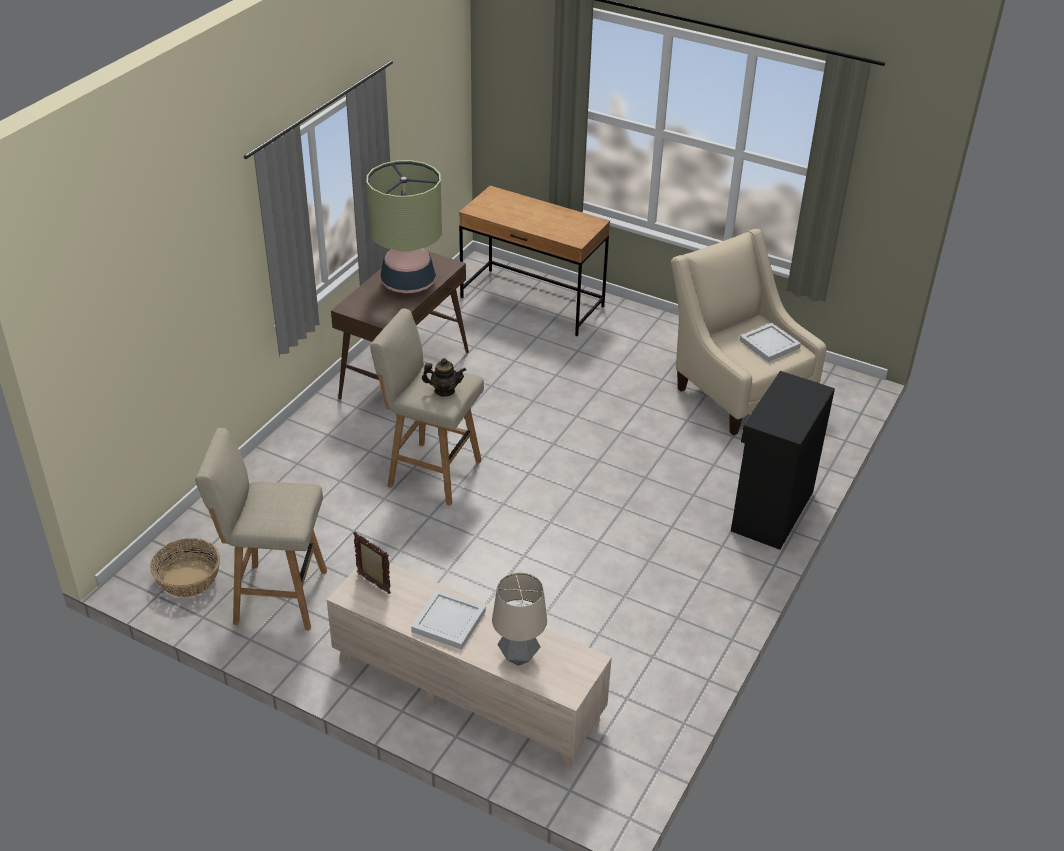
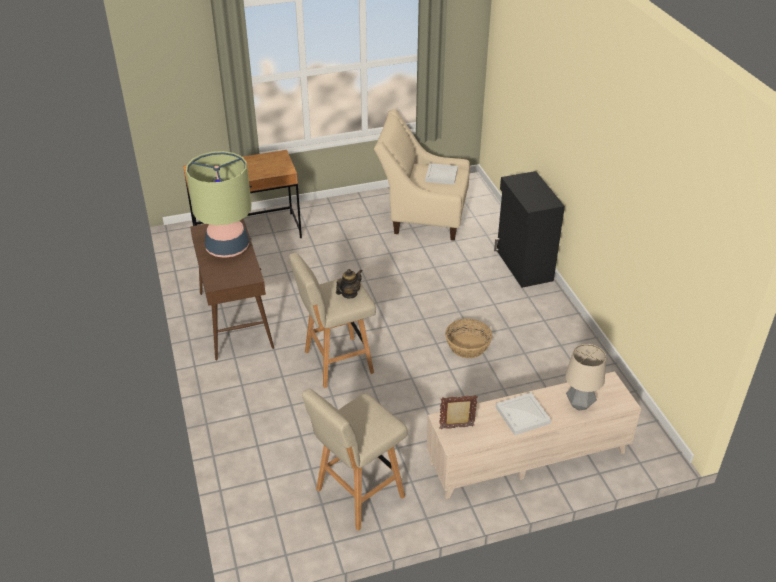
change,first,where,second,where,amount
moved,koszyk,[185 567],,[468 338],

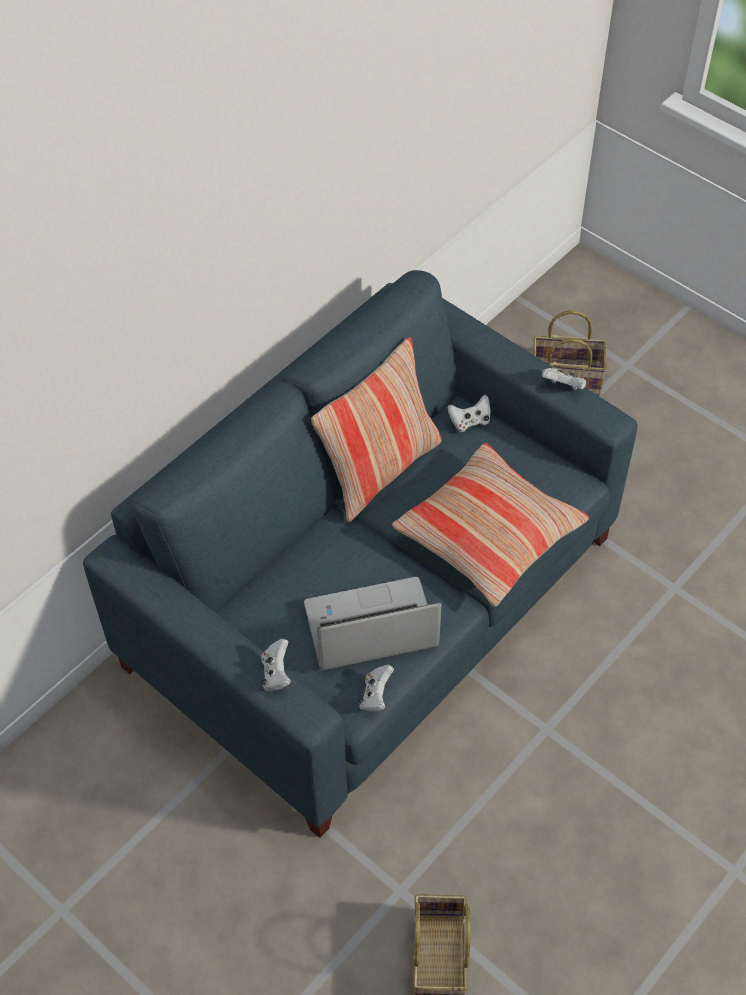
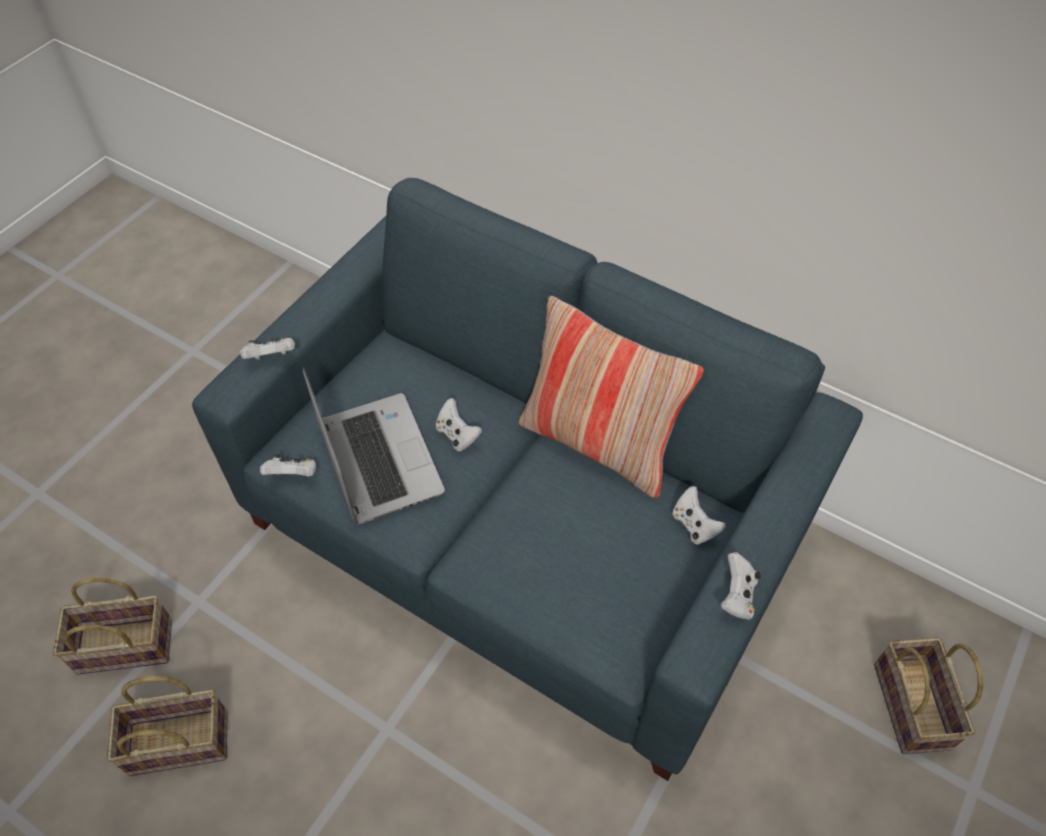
change,first,where,second,where,amount
removed,poduszka,[490 525],,,
added,,,pad do gier/biały,[459 424],
added,,,koszyk,[167 726],

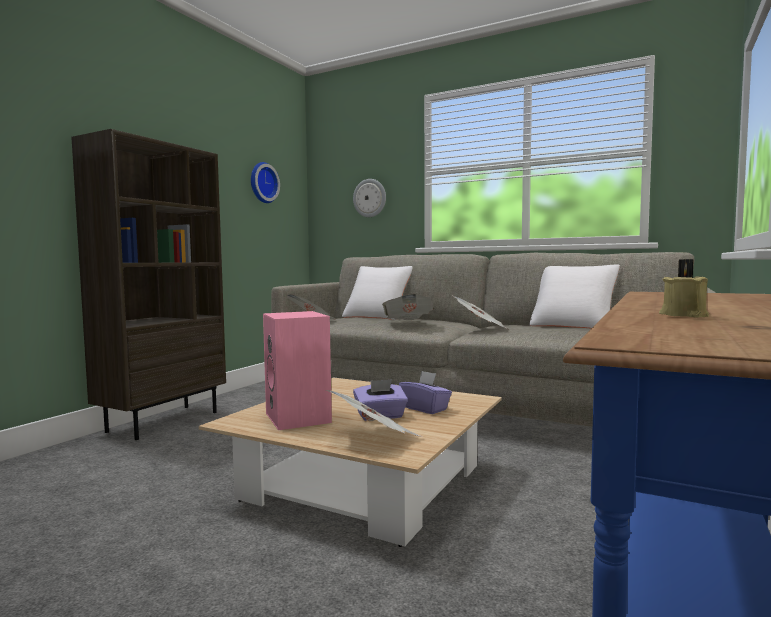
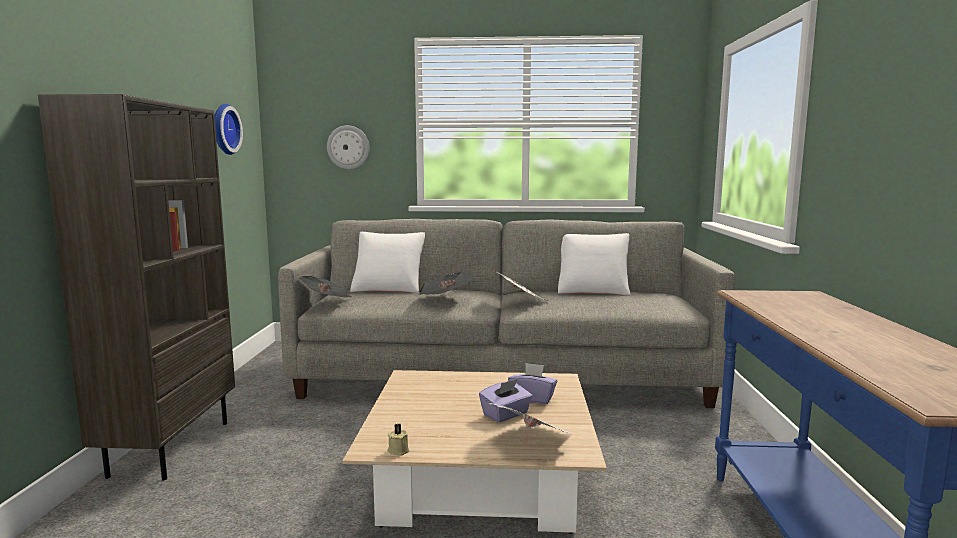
change,first,where,second,where,amount
moved,świeca/beżowy,[684 288],,[398 440],
removed,głośnik/różowy,[297 370],,,

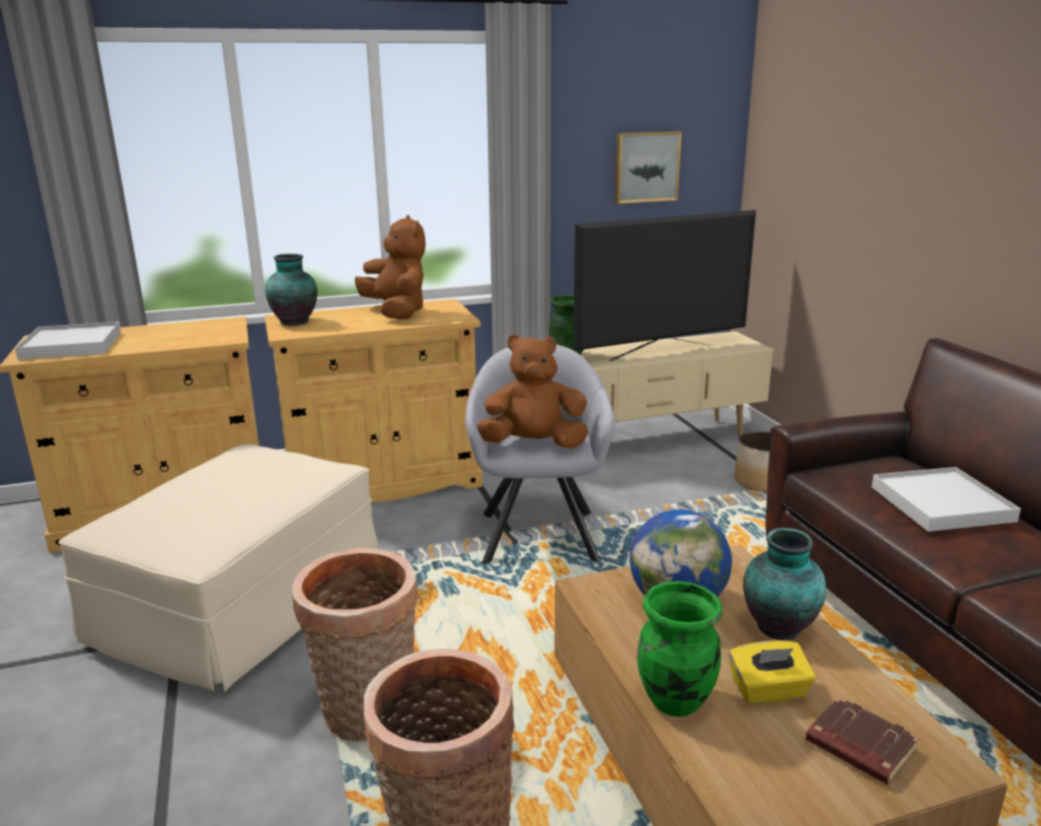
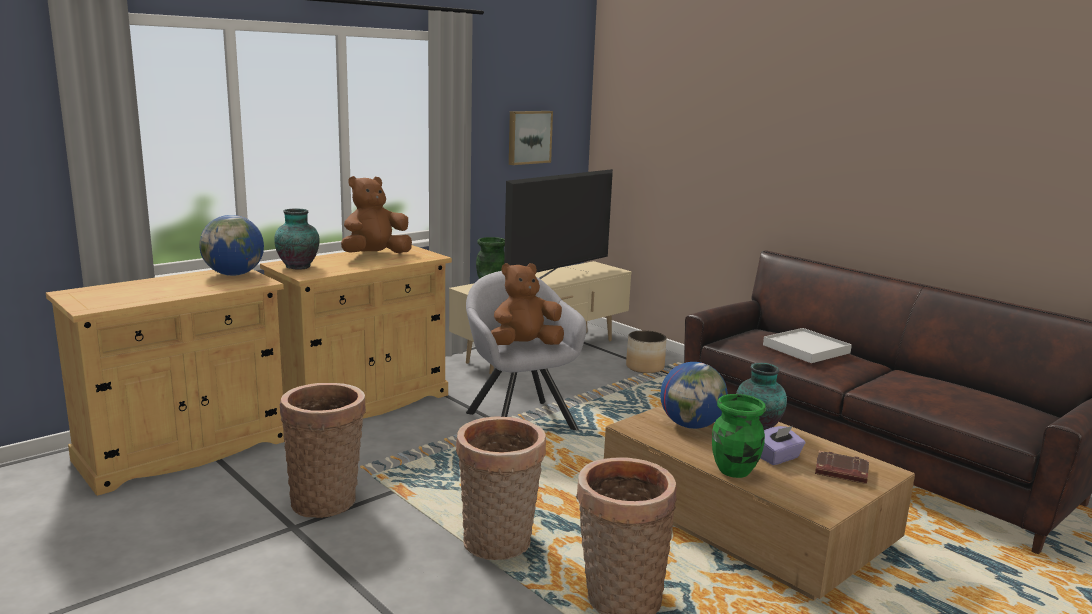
change,first,where,second,where,amount
turned,pluszak/brązowy,[390 267],,[376 214],75 degrees counterclockwise
removed,taca/biały,[68 341],,,
replaced,pufa/beżowy,[218 568],koszyk,[323 450],
recoloured,pudełko chusteczek/żółty,[772 672],pudełko chusteczek/fioletowy,[782 445],
added,,,globus,[231 245],

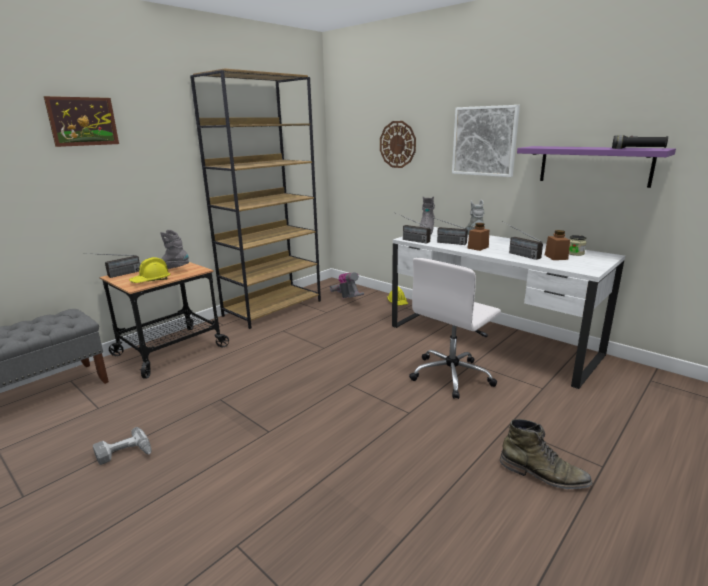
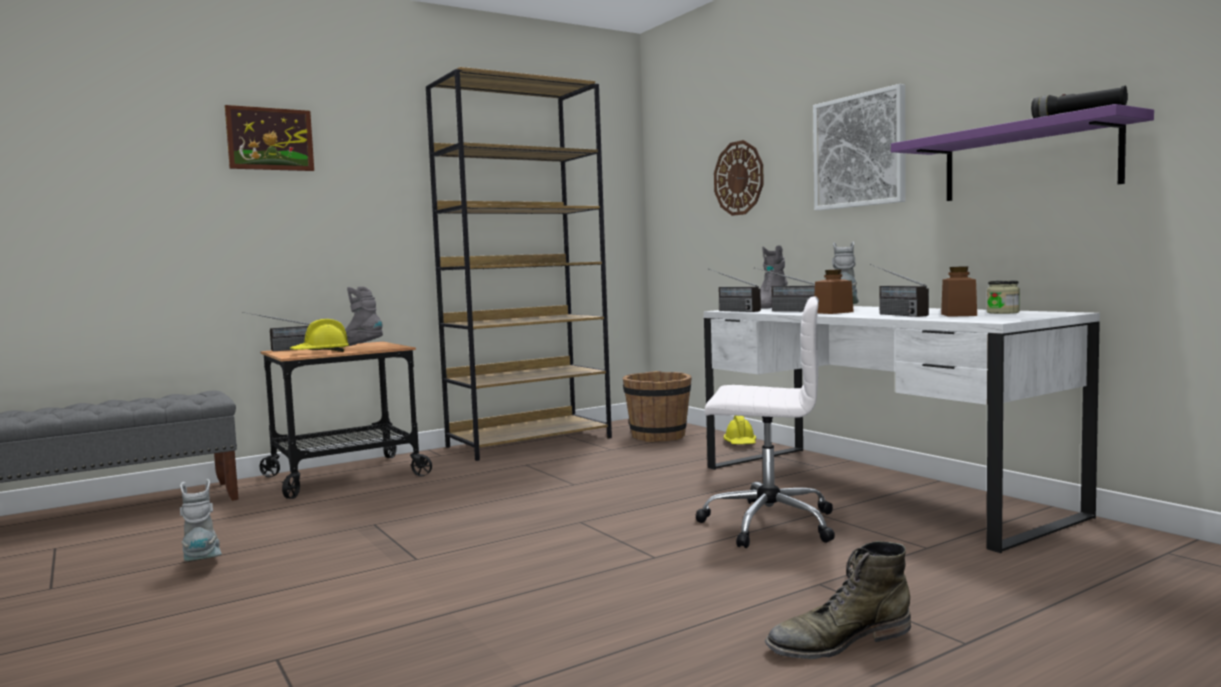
change,first,where,second,where,amount
turned,krzesło biurowe/biały,[455 328],,[765 422],135 degrees counterclockwise
replaced,odkurzacz,[347 285],wiadro/brązowy,[657 406],
turned,but z cholewką/zielony,[546 454],,[838 600],120 degrees clockwise
replaced,wiertarka,[122 446],but z cholewką/szary,[201 520],

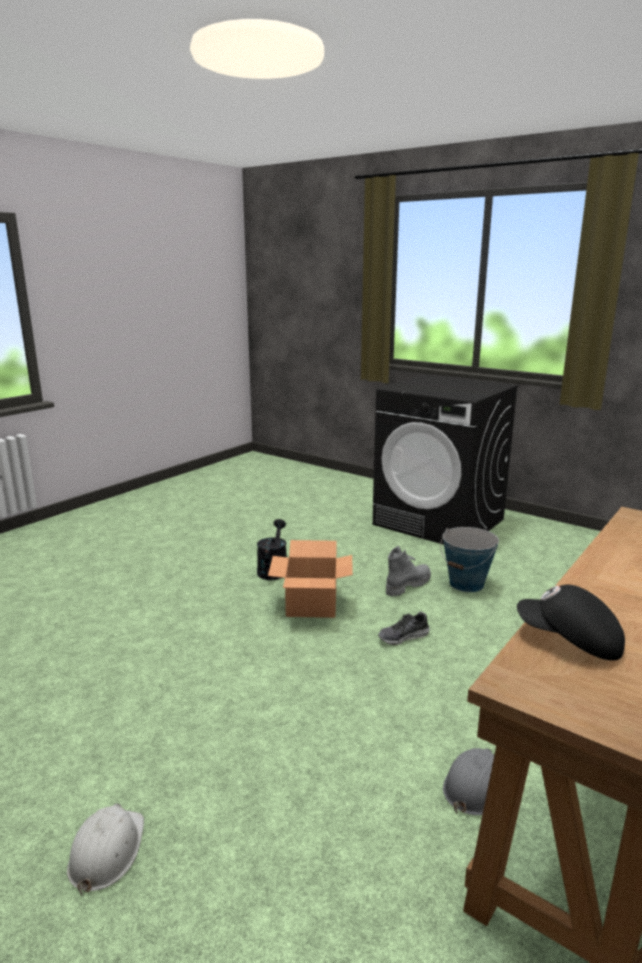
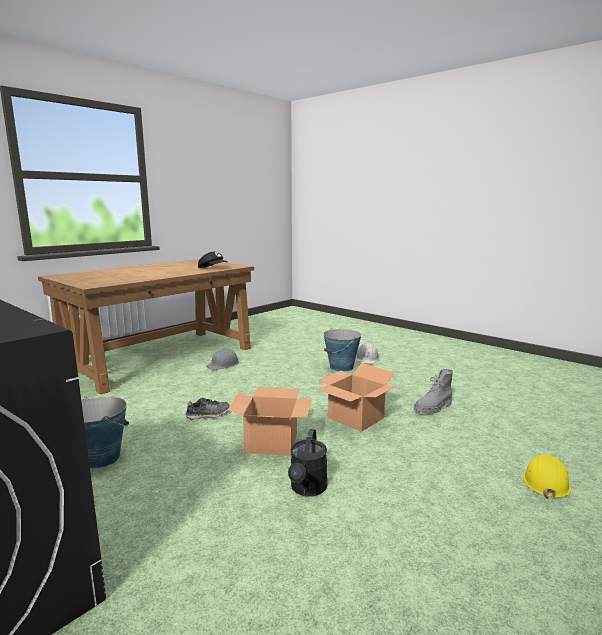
change,first,where,second,where,amount
moved,but z cholewką/szary,[408 571],,[433 391],
added,,,wiadro,[342 350],
added,,,karton,[356 397],
added,,,kask/żółty,[547 476],

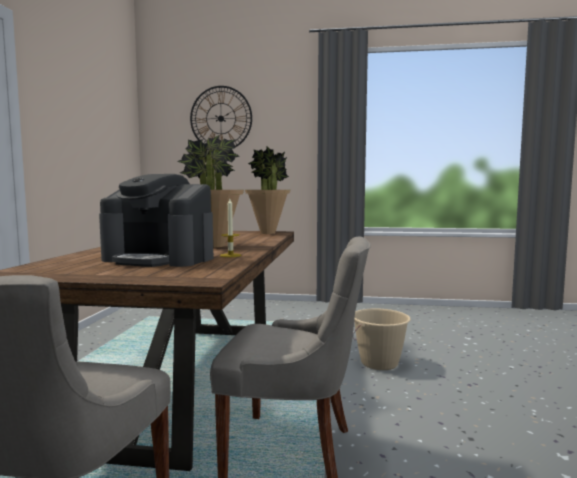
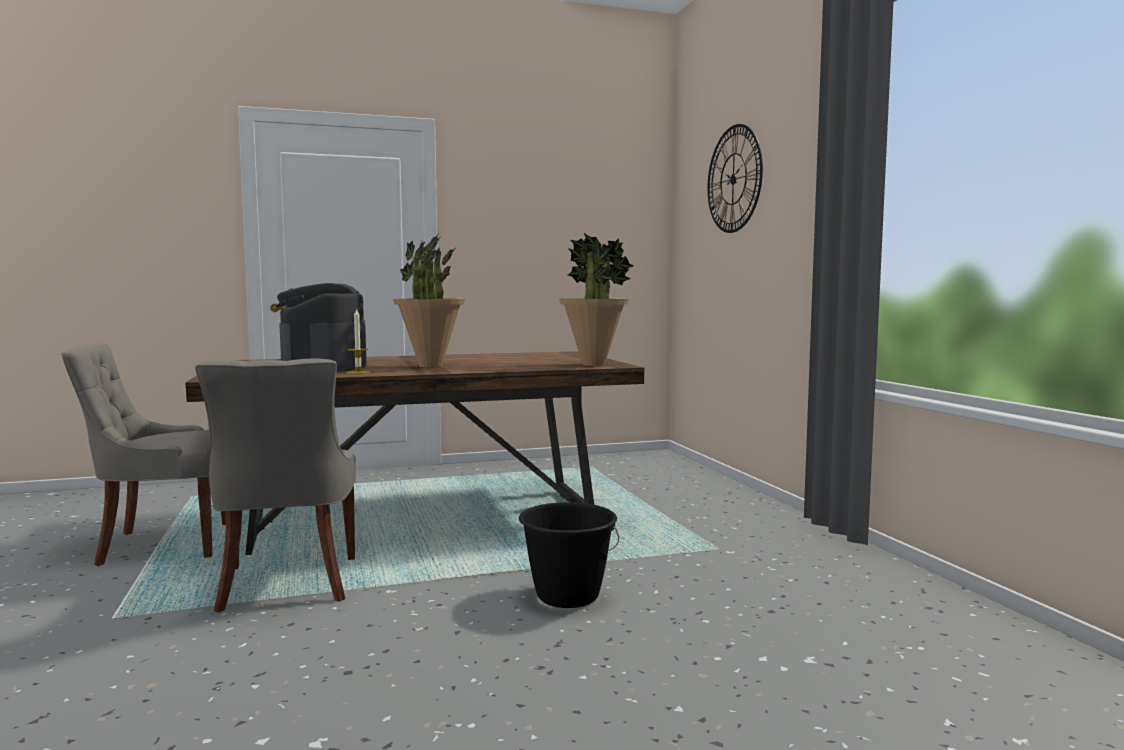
change,first,where,second,where,amount
recoloured,wiadro/beżowy,[382 339],wiadro/czarny,[569 555],

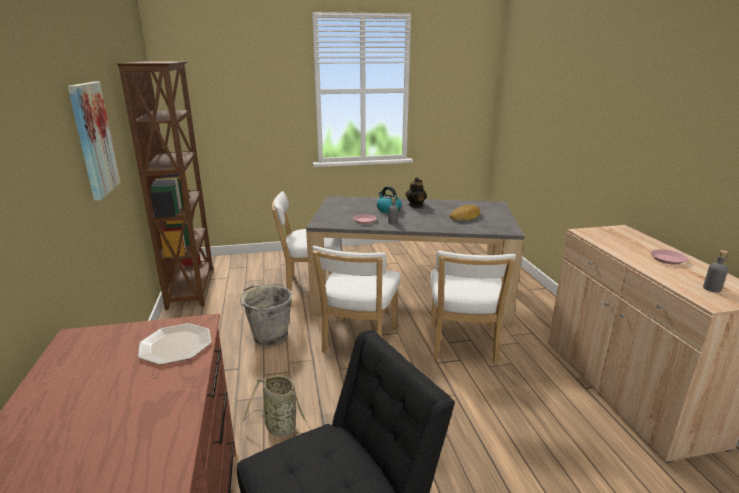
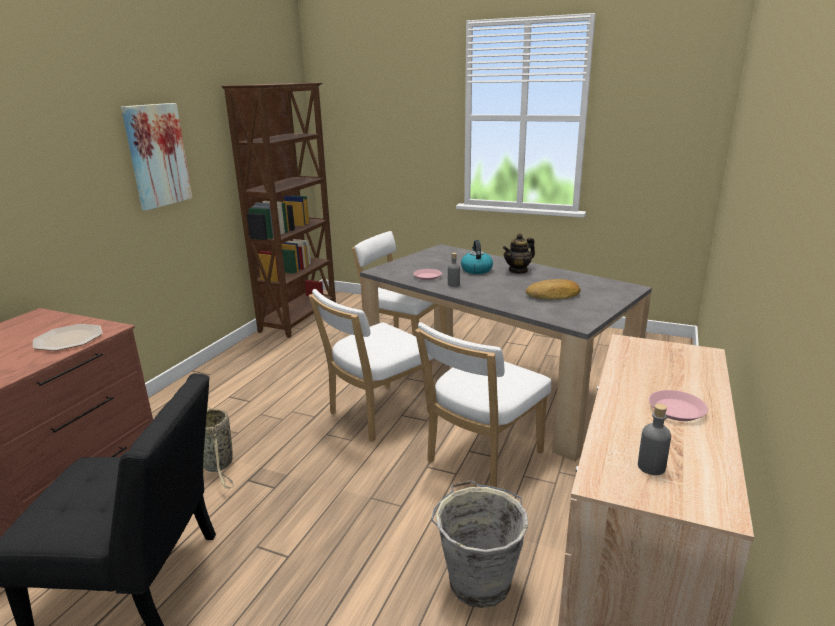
change,first,where,second,where,amount
moved,wiadro/szary,[266 315],,[479 544],

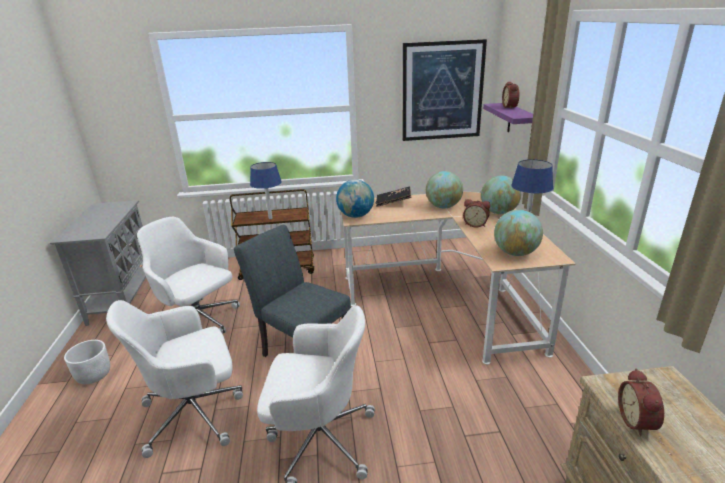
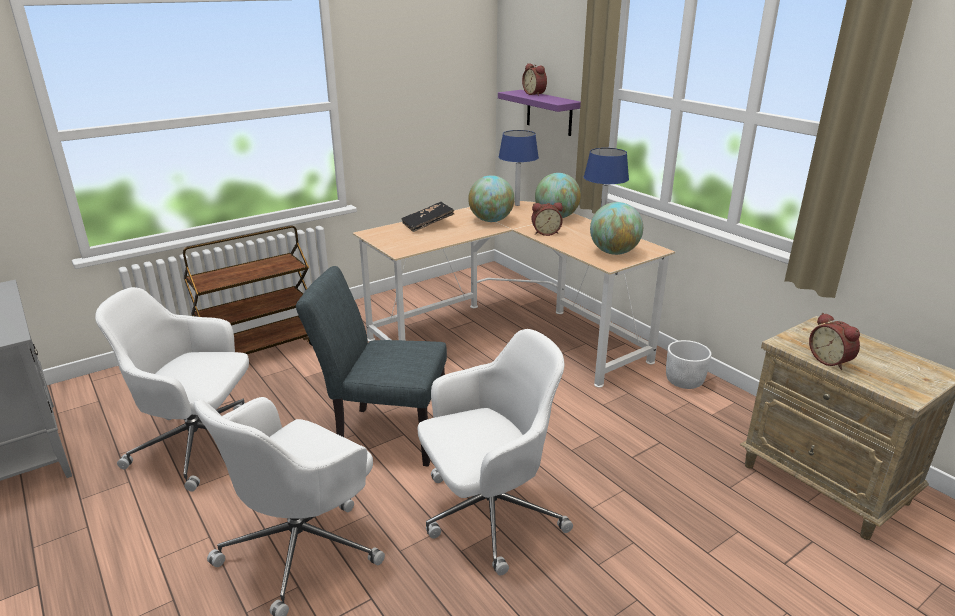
change,first,where,second,where,amount
removed,obraz,[445 90],,,
moved,lampa stołowa/niebieski,[266 190],,[518 168],
removed,globus,[355 198],,,
moved,donica/biały,[87 362],,[688 364],

